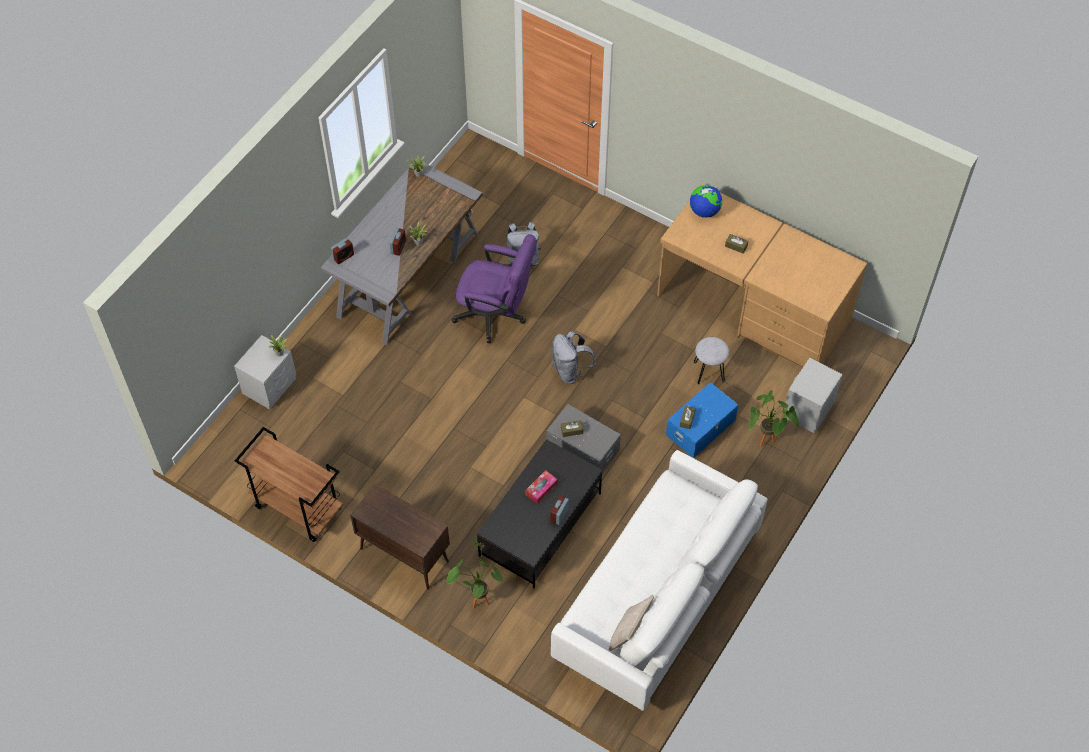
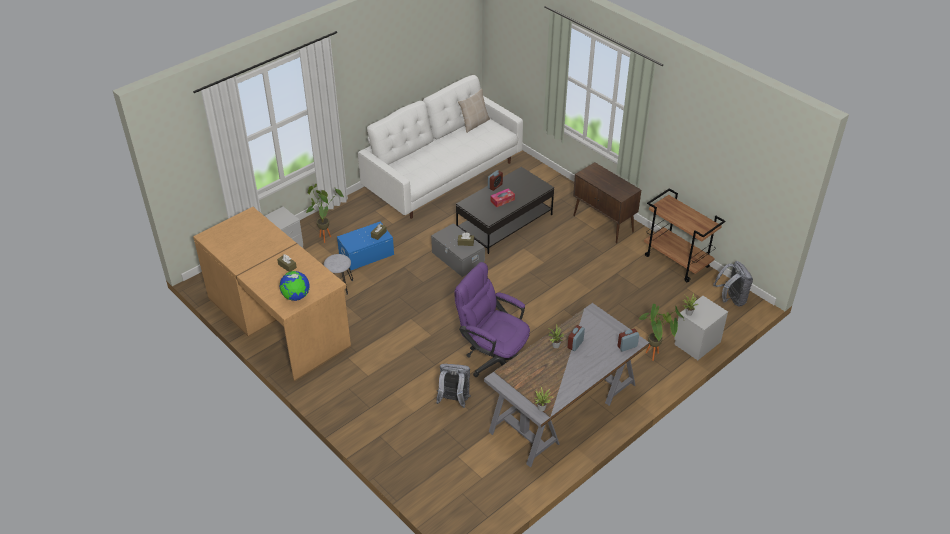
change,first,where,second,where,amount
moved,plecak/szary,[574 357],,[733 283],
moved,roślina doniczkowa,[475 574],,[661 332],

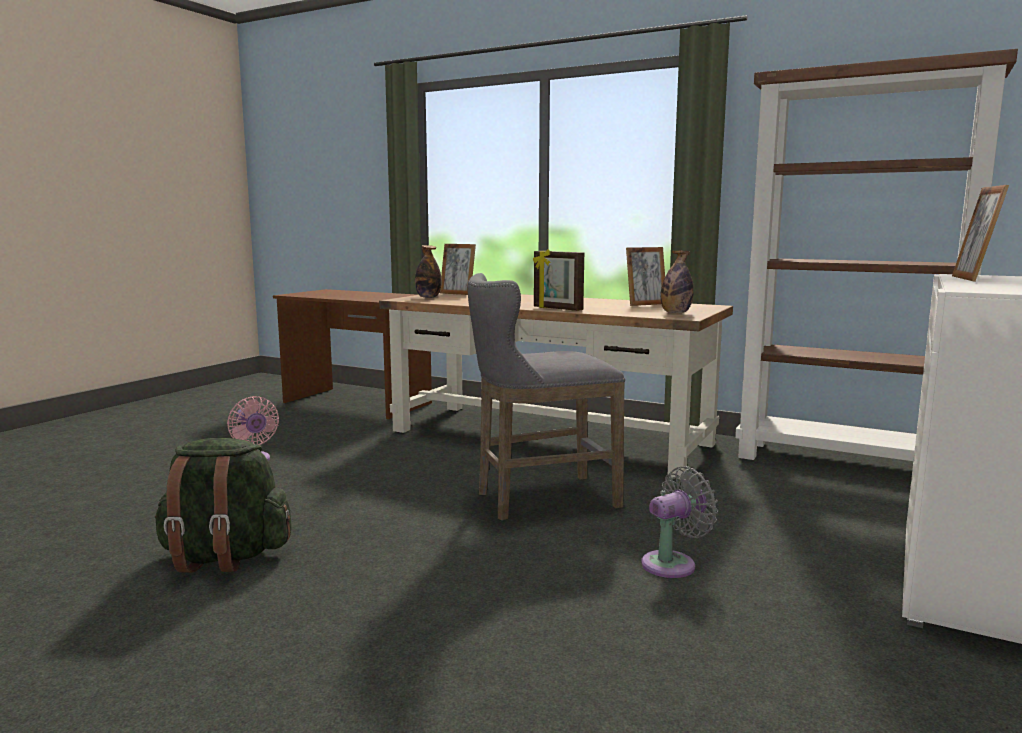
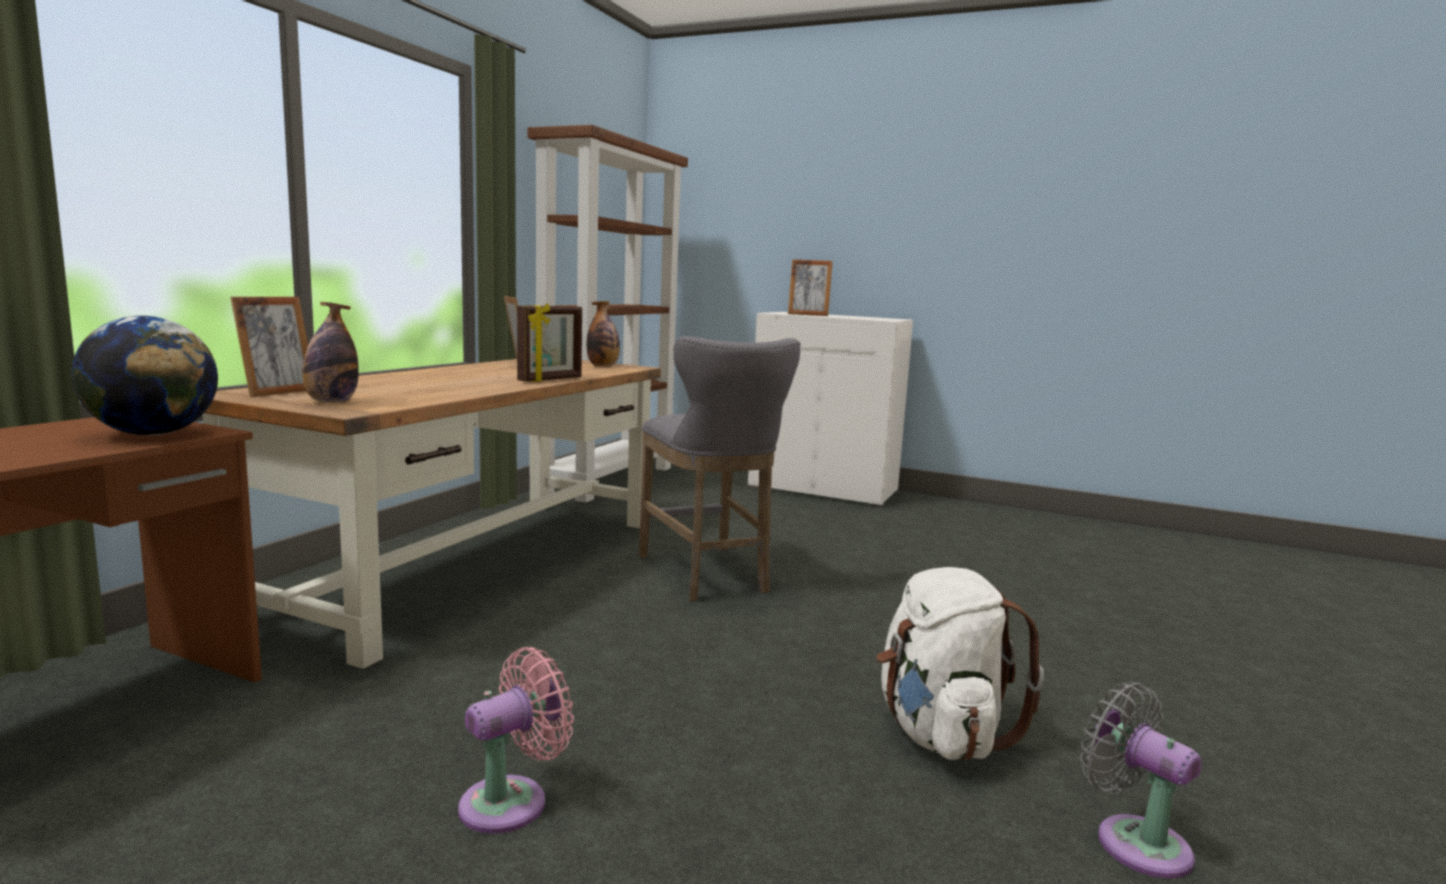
change,first,where,second,where,amount
recoloured,plecak/zielony,[223 505],plecak/biały,[960 663],
moved,wentylator/szary,[679 522],,[1141 780],
added,,,globus,[145 375],

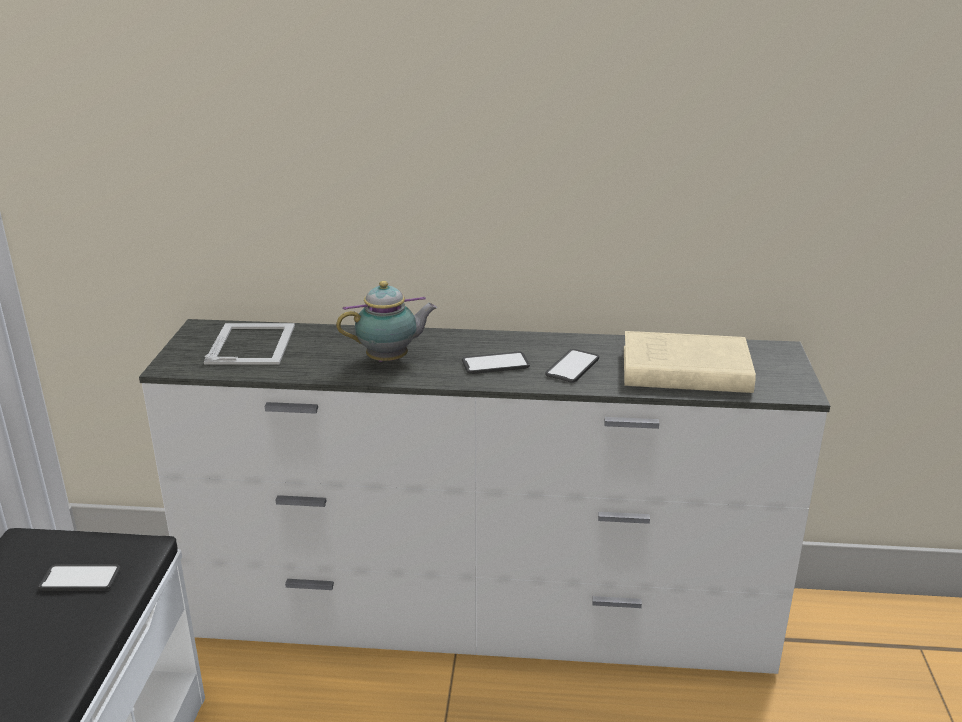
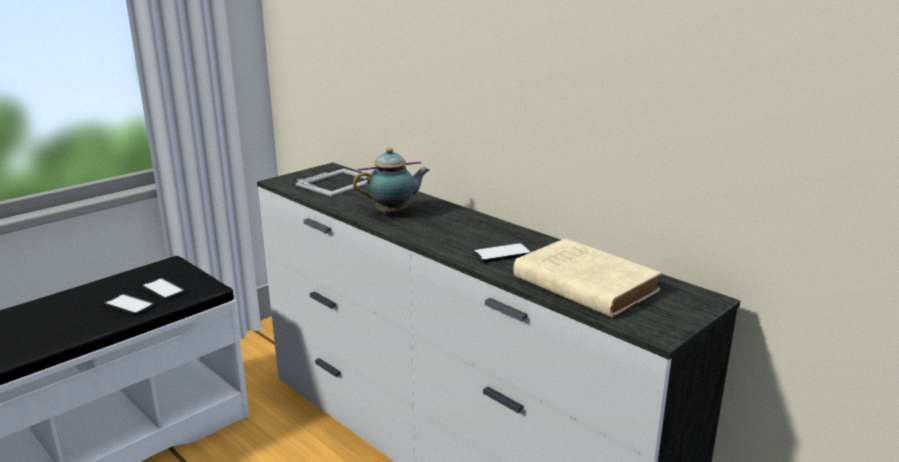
change,first,where,second,where,amount
turned,imbryk,[386 321],,[391 181],45 degrees counterclockwise
moved,telefon,[496 362],,[129 304],

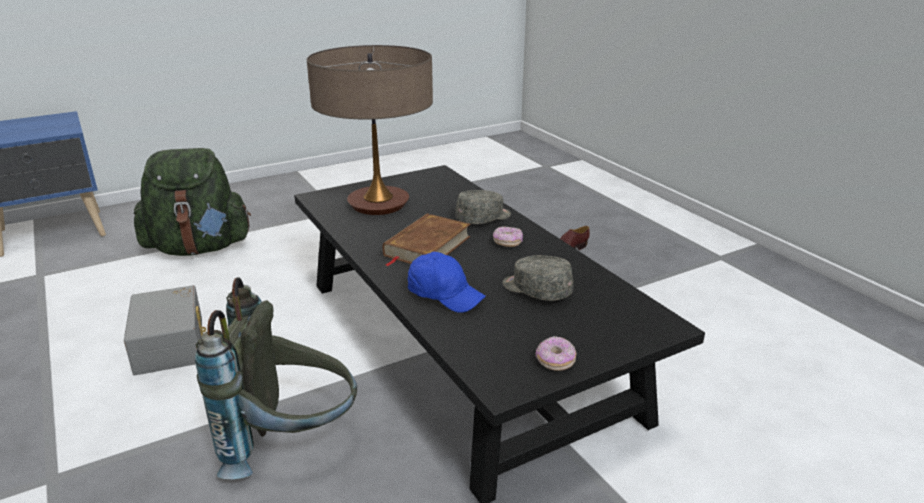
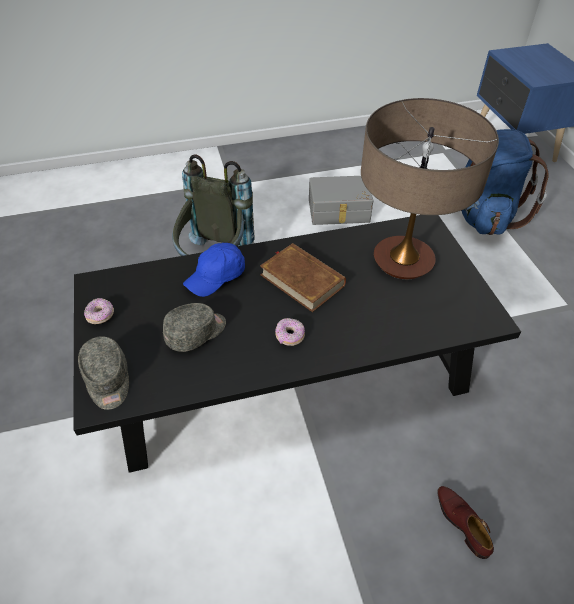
change,first,where,second,where,amount
recoloured,plecak/zielony,[192 202],plecak/niebieski,[505 182],
moved,czapka z daszkiem/szary,[483 207],,[103 373],

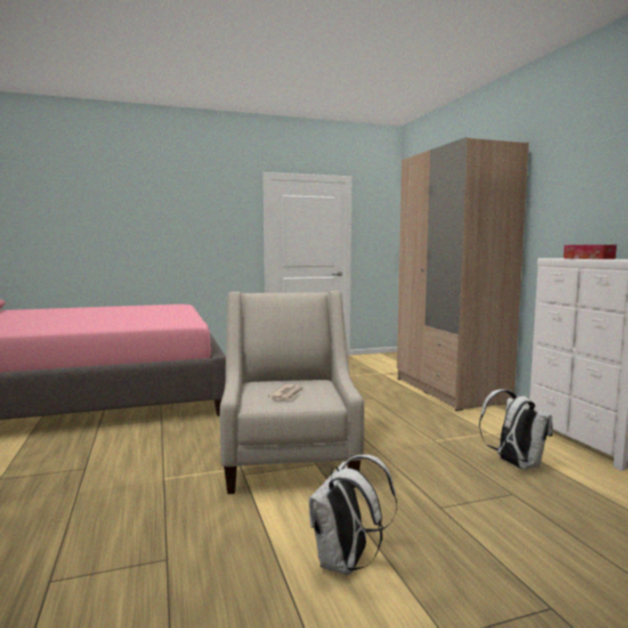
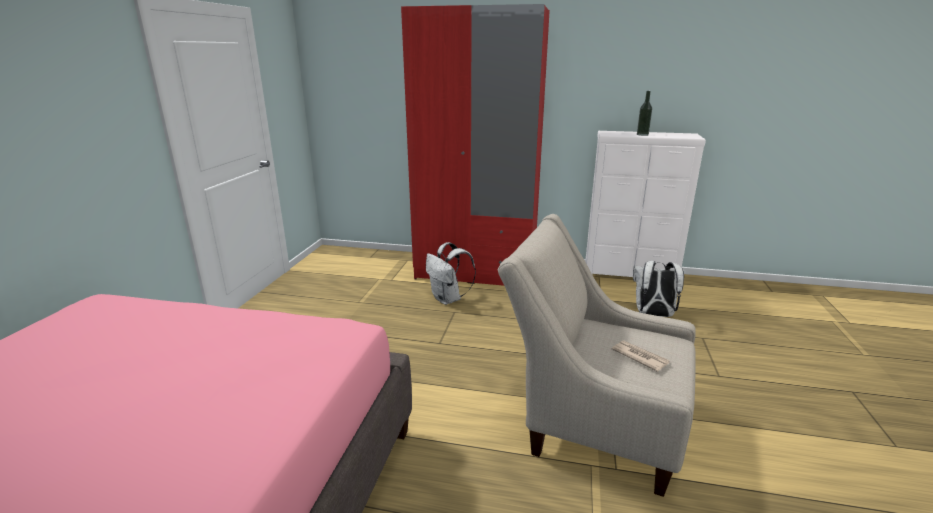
change,first,where,second,where,amount
recoloured,szafa/beżowy,[463 274],szafa/czerwony,[475 145],
replaced,pudełko chusteczek,[590 252],butelka,[644 113],
moved,plecak/biały,[353 514],,[451 273],

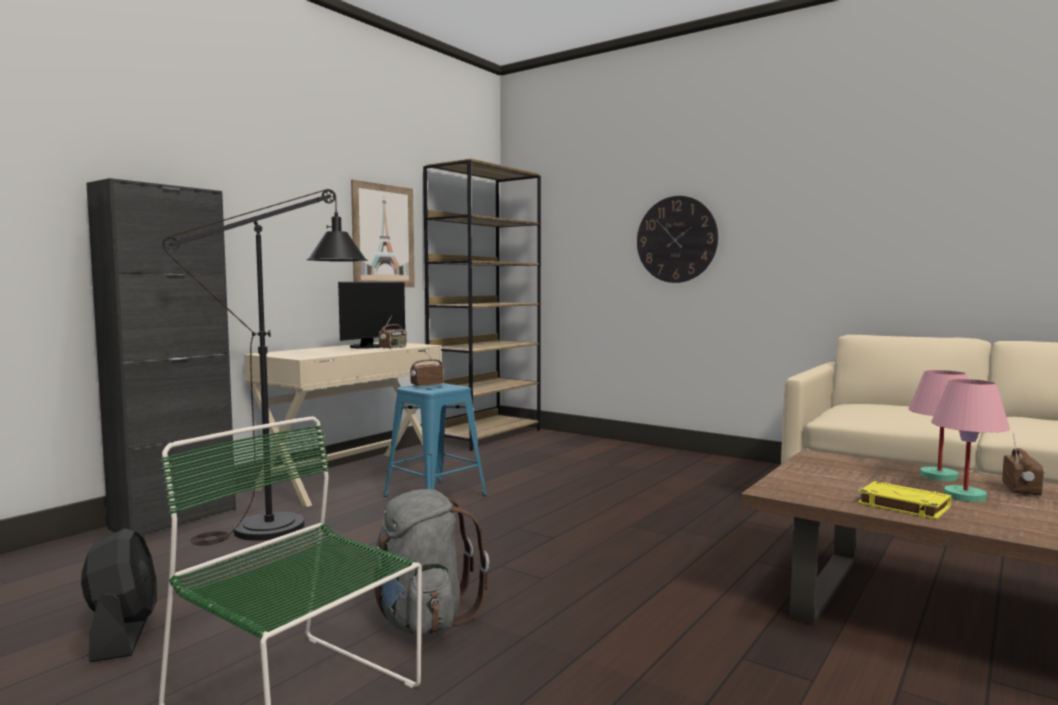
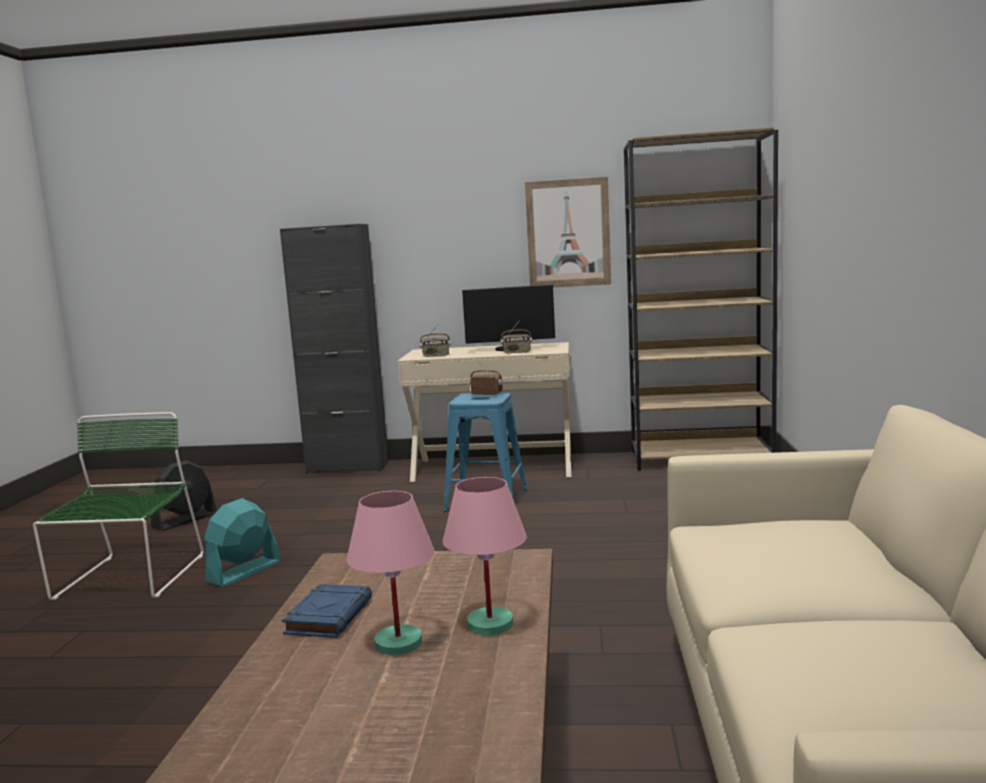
change,first,where,second,where,amount
removed,lampa stojąca/czarny,[265 367],,,
removed,zegar ścienny,[677 239],,,
moved,radio,[1023 464],,[435 340],
recoloured,książka/żółty,[904 500],książka/niebieski,[327 611],
replaced,plecak/szary,[426 562],wentylator/turkusowy,[243 542],

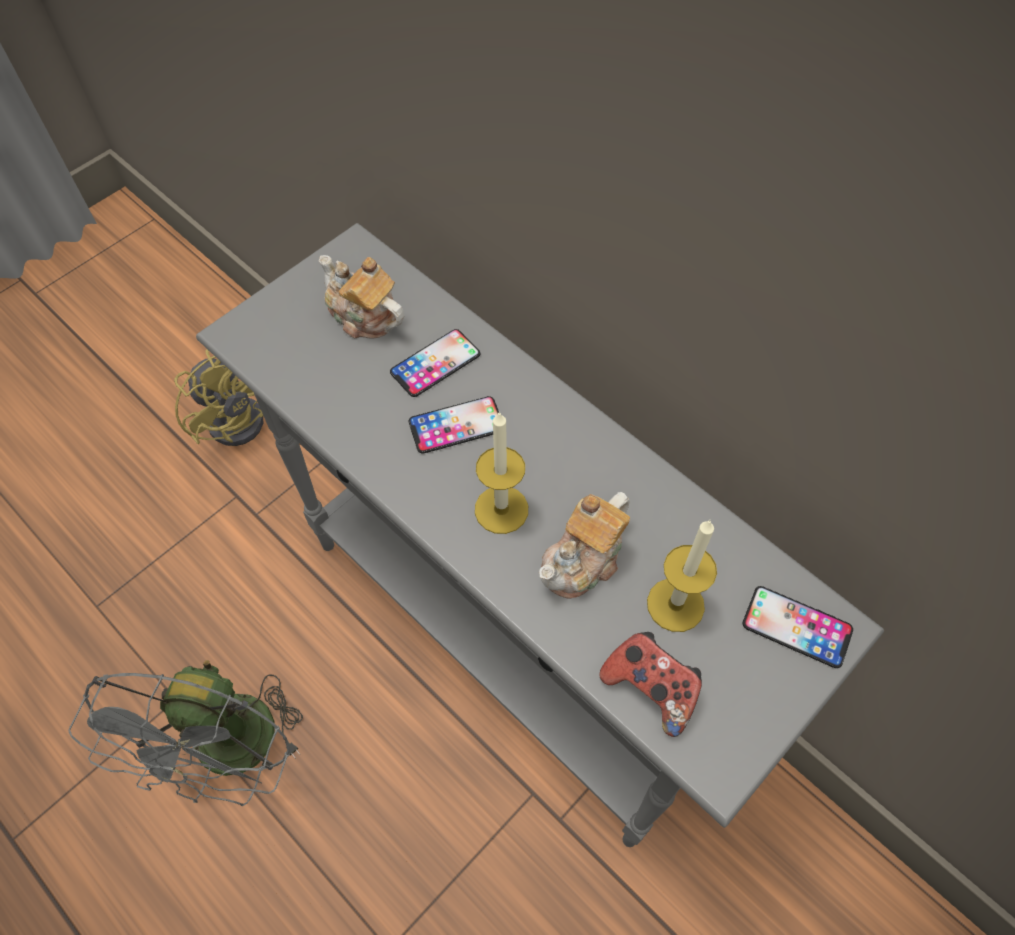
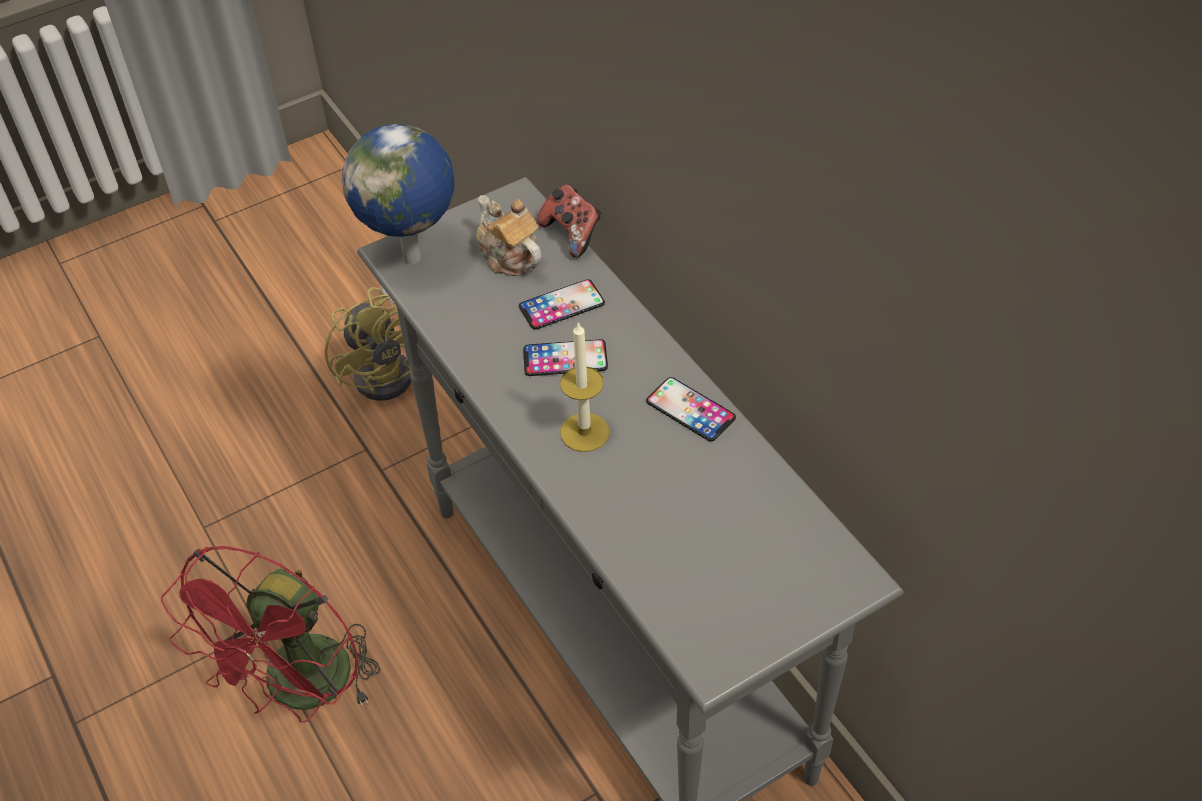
change,first,where,second,where,amount
removed,imbryk,[584 545],,,
removed,świeca,[682 576],,,
moved,telefon,[798 627],,[691 409],
moved,pad do gier,[650 684],,[569 221],
recoloured,wentylator/szary,[185 733],wentylator/czerwony,[270 634],
added,,,globus,[398 194],

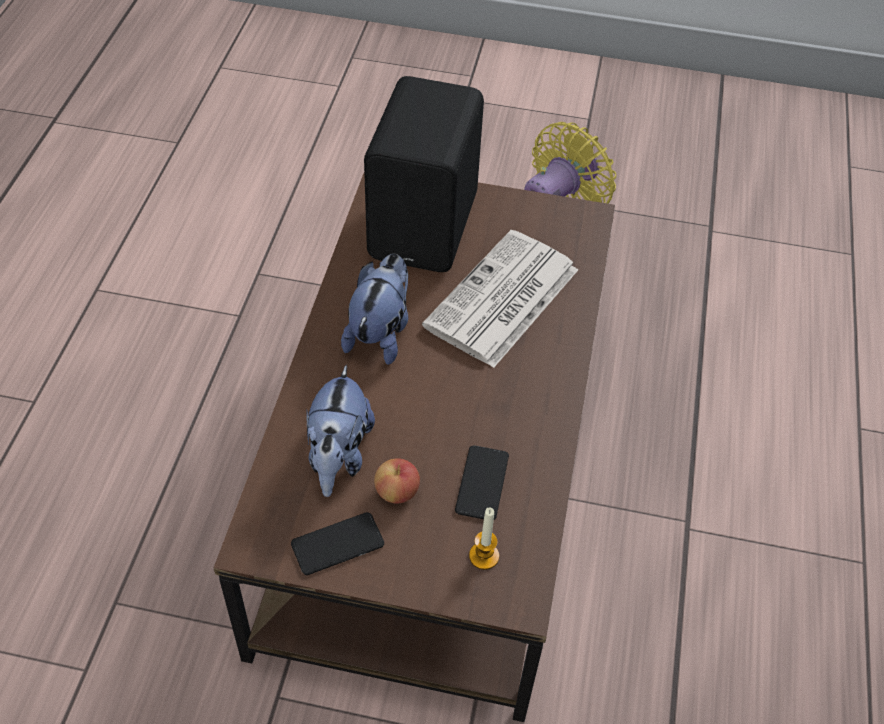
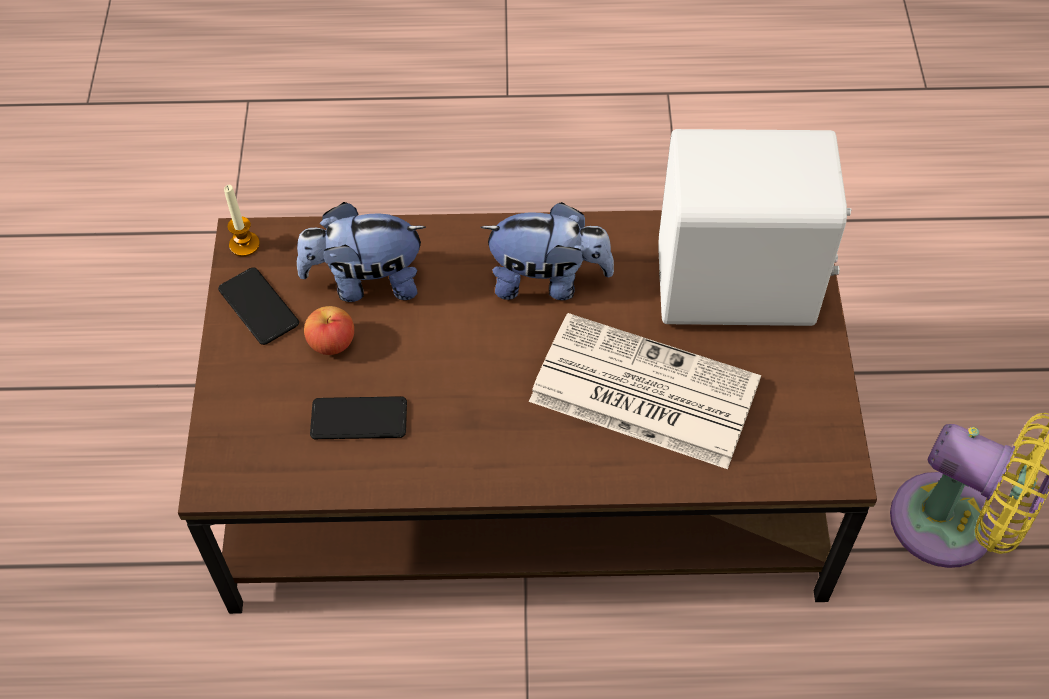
change,first,where,second,where,amount
recoloured,głośnik/czarny,[424 174],głośnik/biały,[755 227],
moved,świeca,[484 538],,[242 221],

